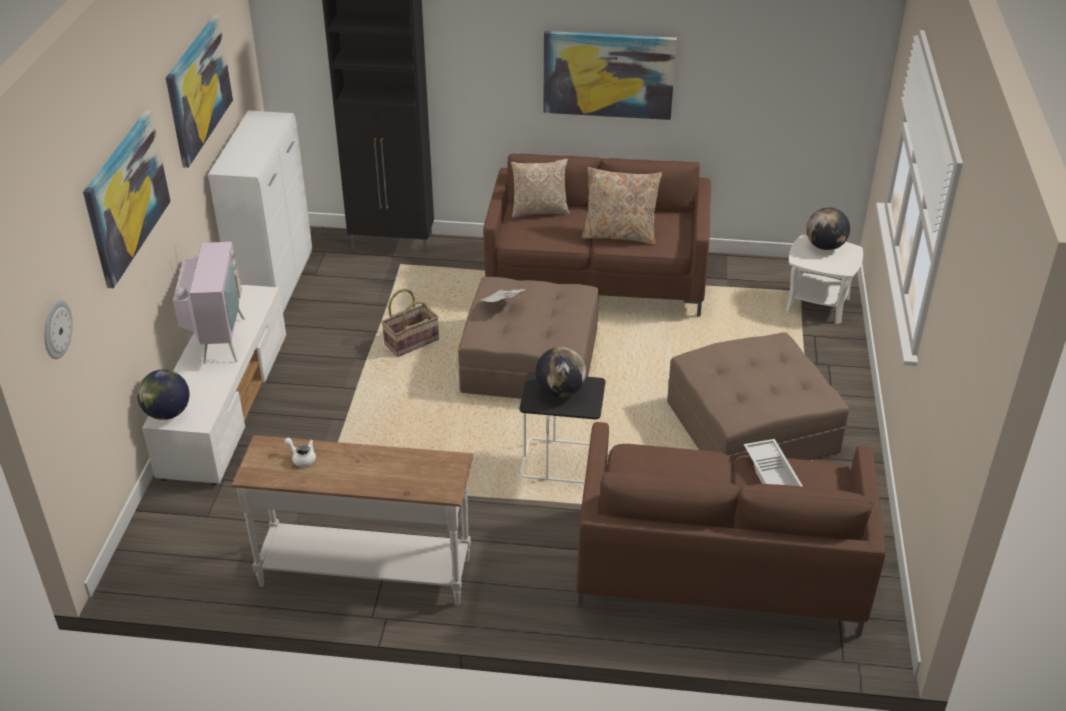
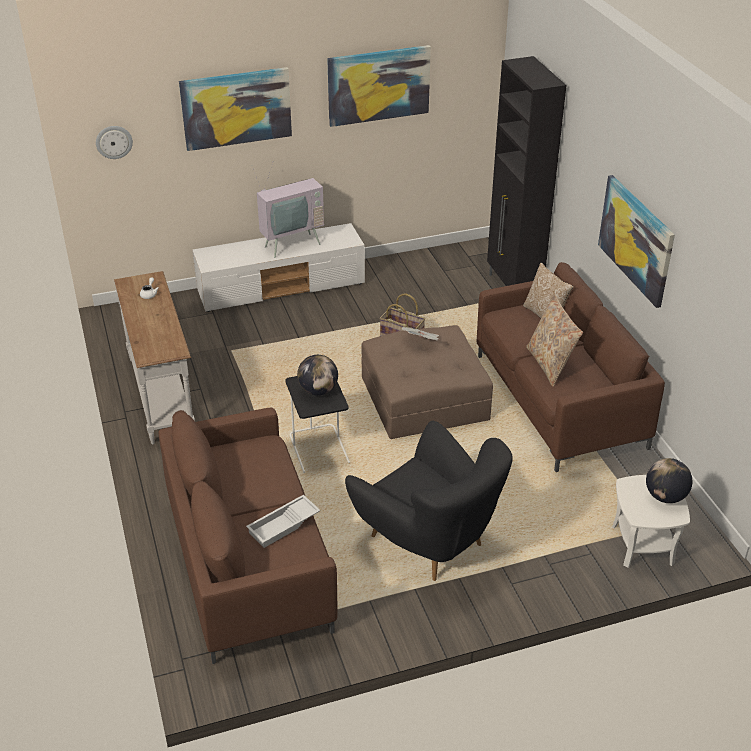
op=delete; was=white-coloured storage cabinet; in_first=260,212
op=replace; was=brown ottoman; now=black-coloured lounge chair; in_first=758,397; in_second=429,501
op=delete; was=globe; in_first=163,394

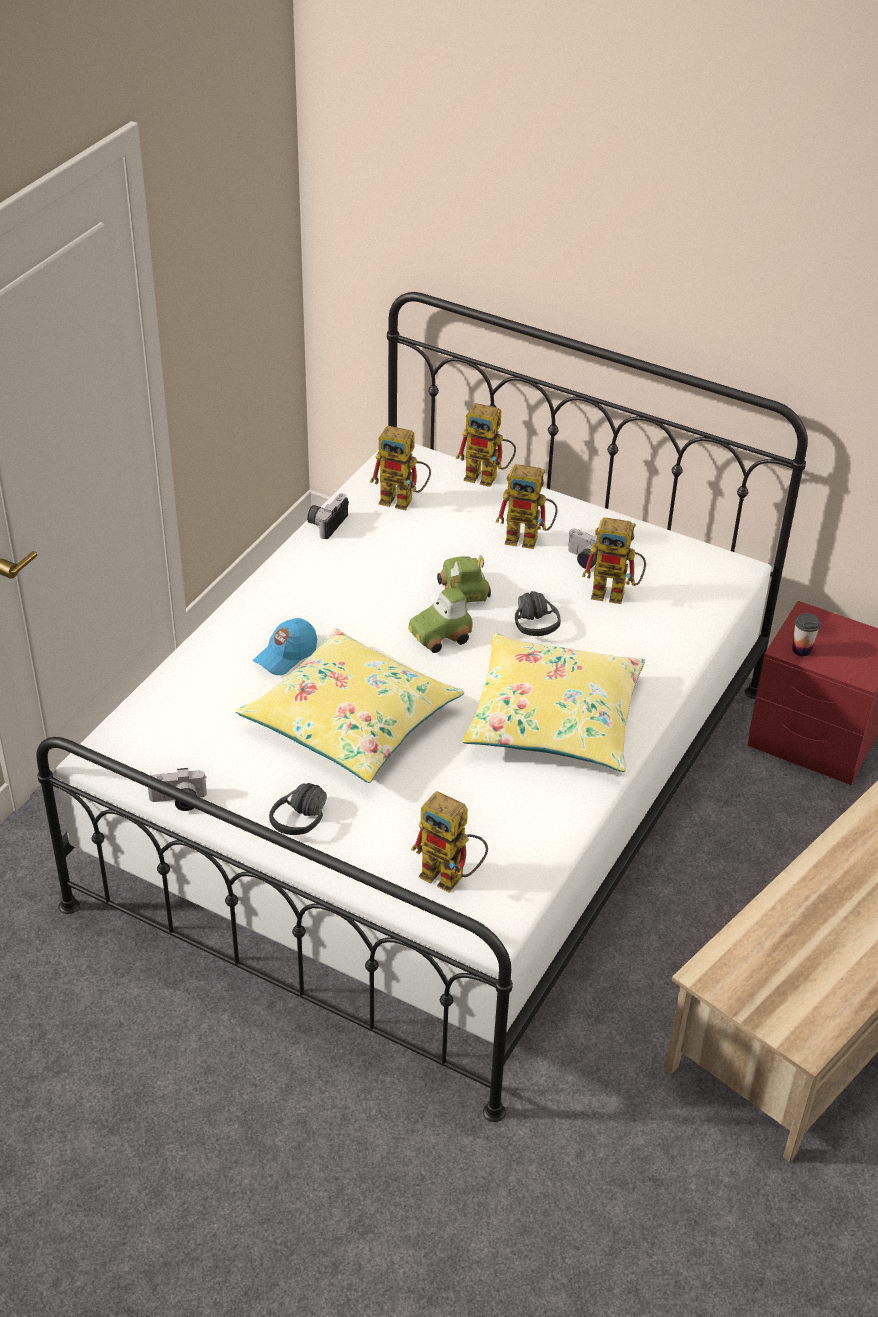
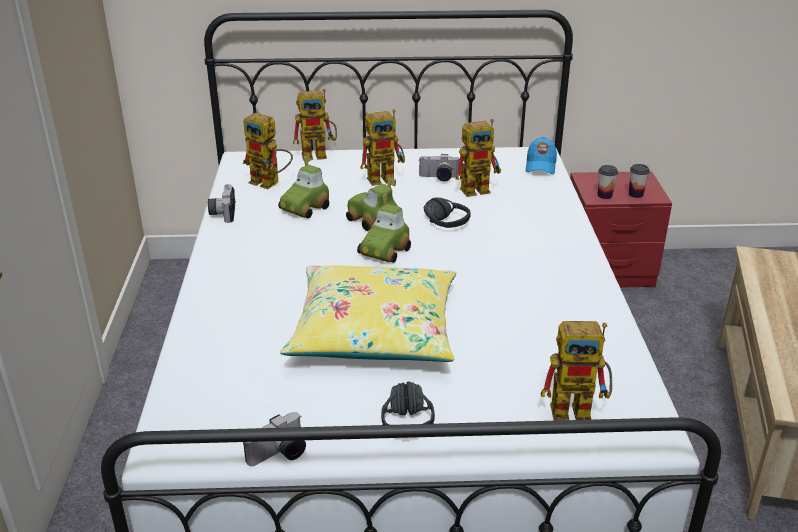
op=rotate; was=toy robot; in_first=400,468; in_second=268,151; clockwise=45
op=move; was=bluish peaked cap; in_first=285,646; in_second=541,155
op=delete; was=yellow-coloured pillow; in_first=553,702
op=insert; now=miniature car; in_second=303,186
op=insert; now=small cup; in_second=639,181

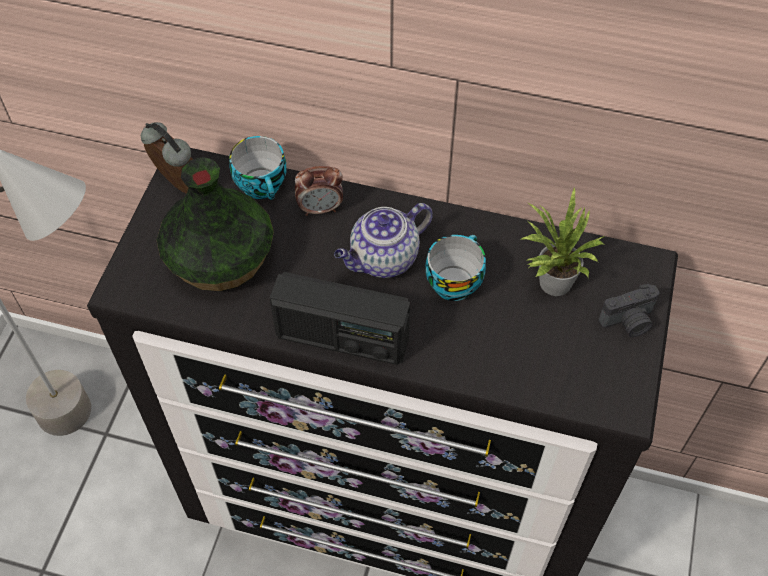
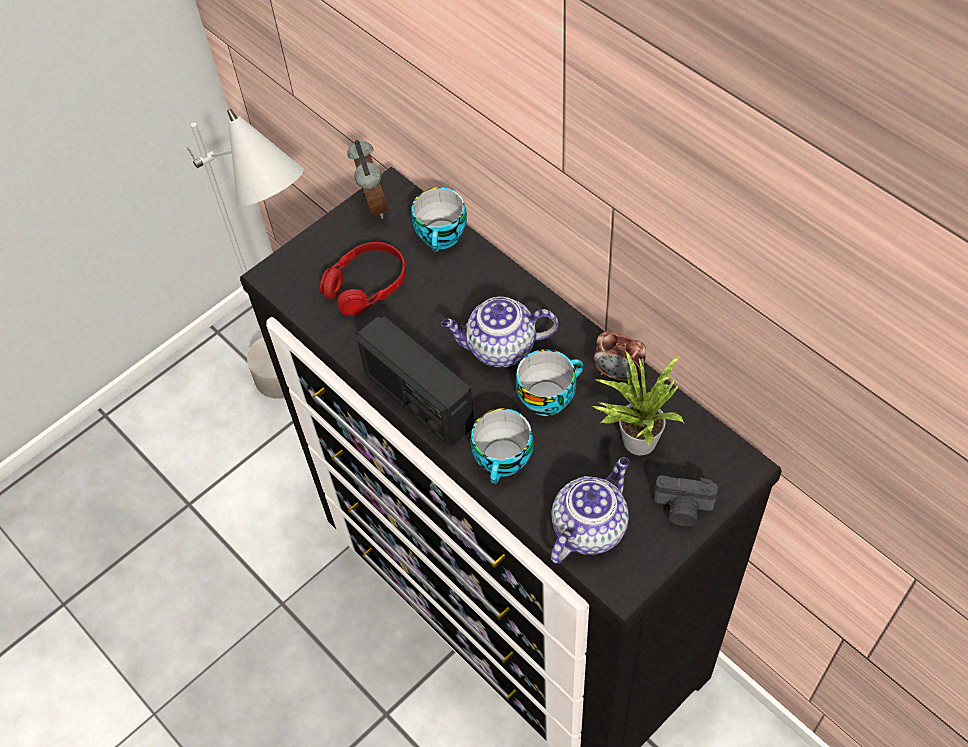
op=replace; was=vase; now=red headset; in_first=215,224; in_second=363,279
op=move; was=bedside clock; in_first=319,191; in_second=619,356
op=insert; now=small cup; in_second=502,446
op=insert; now=teapot; in_second=590,510

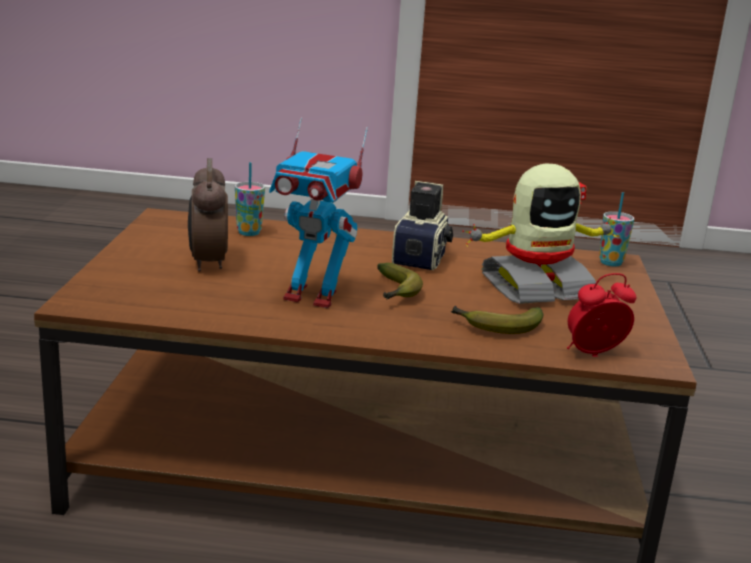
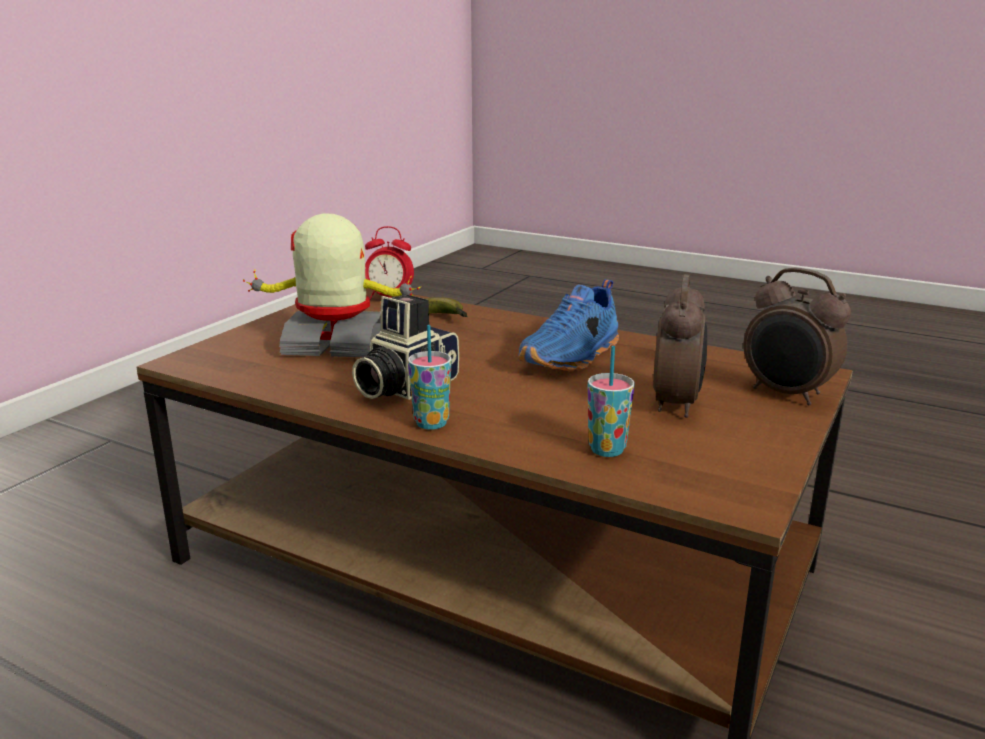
op=replace; was=toy robot; now=bluish low shoe; in_first=318,213; in_second=568,325
op=move; was=small cup; in_first=616,229; in_second=430,377
op=delete; was=banana fruit; in_first=400,281
op=insert; now=bedside clock; in_second=797,336

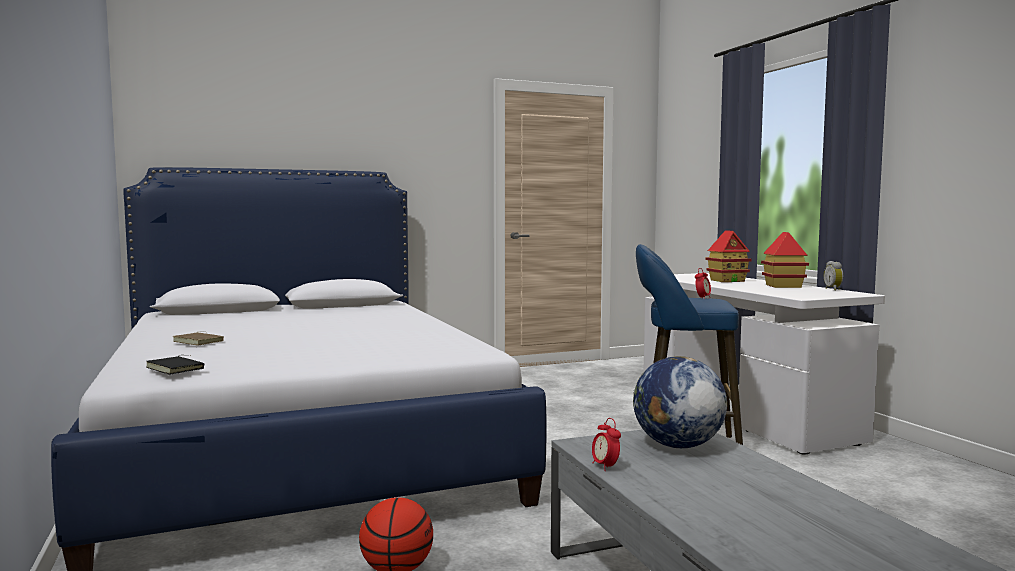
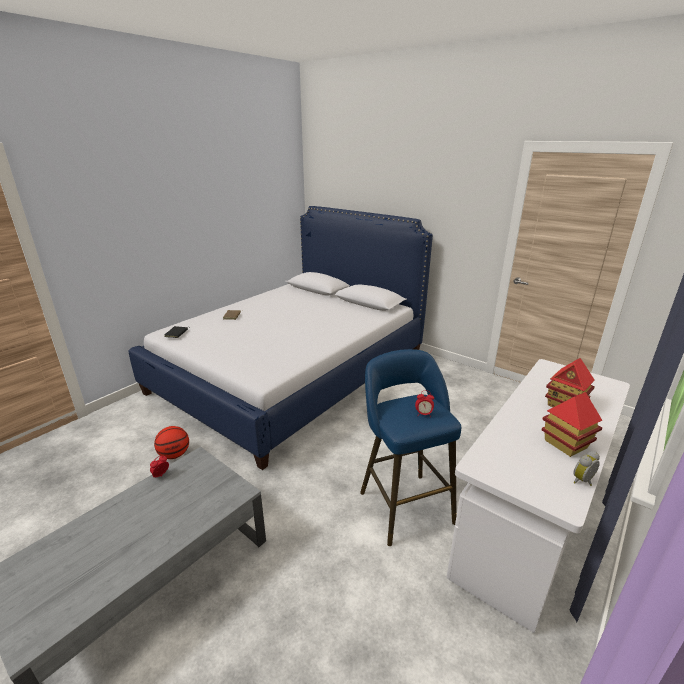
op=delete; was=globe; in_first=680,402

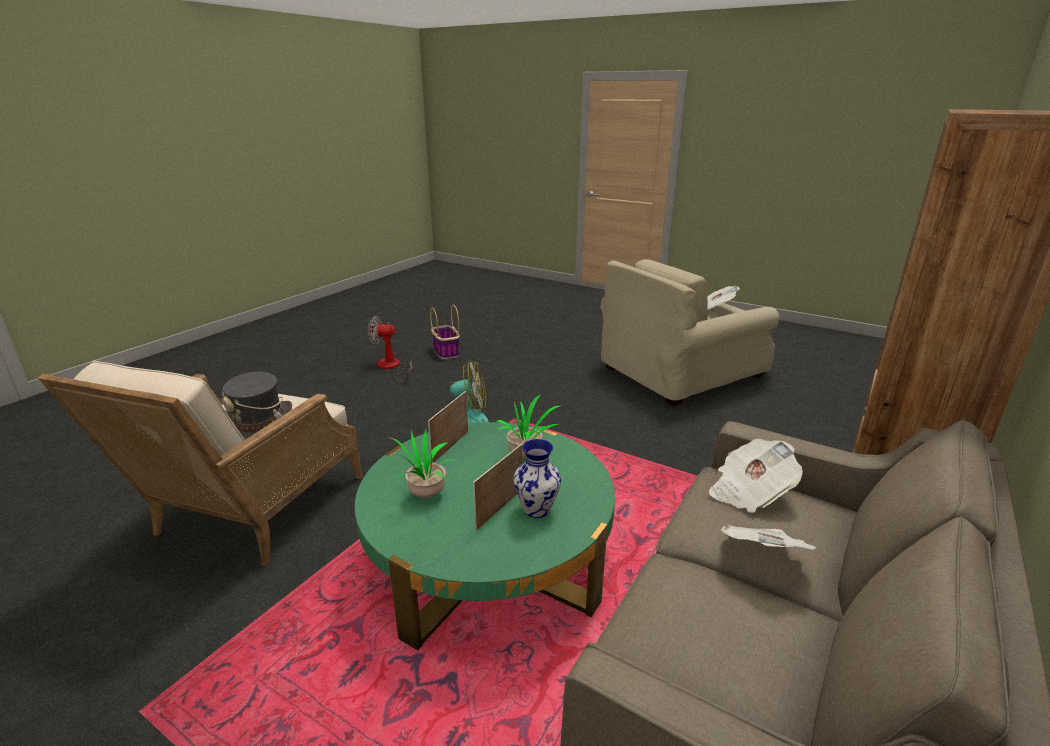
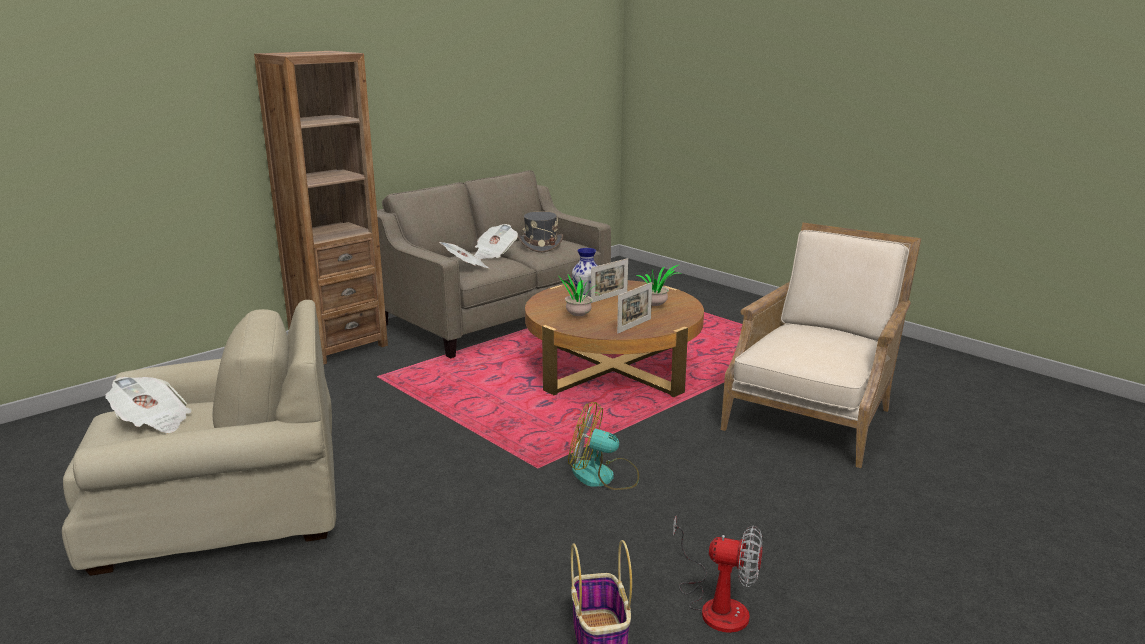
op=move; was=greyish clothing hat; in_first=257,406; in_second=540,231
op=recolor; was=green low table; now=brown low table; in_first=485,536; in_second=614,338

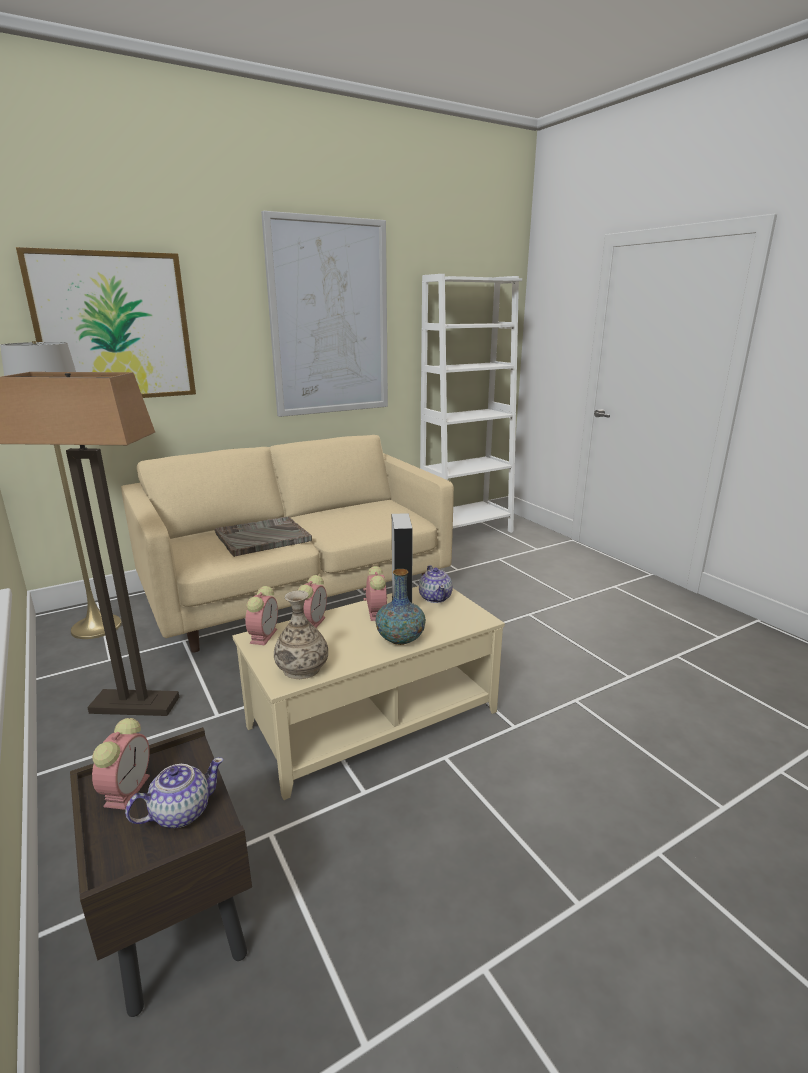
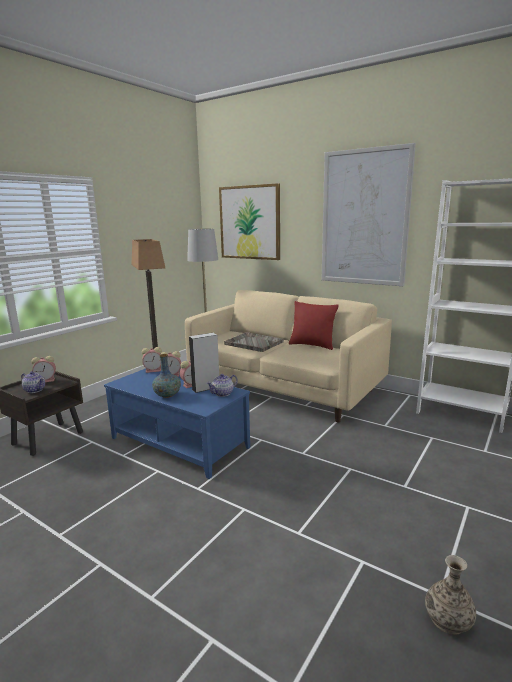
op=recolor; was=beige-coloured low table; now=bluish low table; in_first=369,693; in_second=177,424
op=move; was=vase; in_first=301,634; in_second=450,595
op=insert; now=red pillow; in_second=314,325

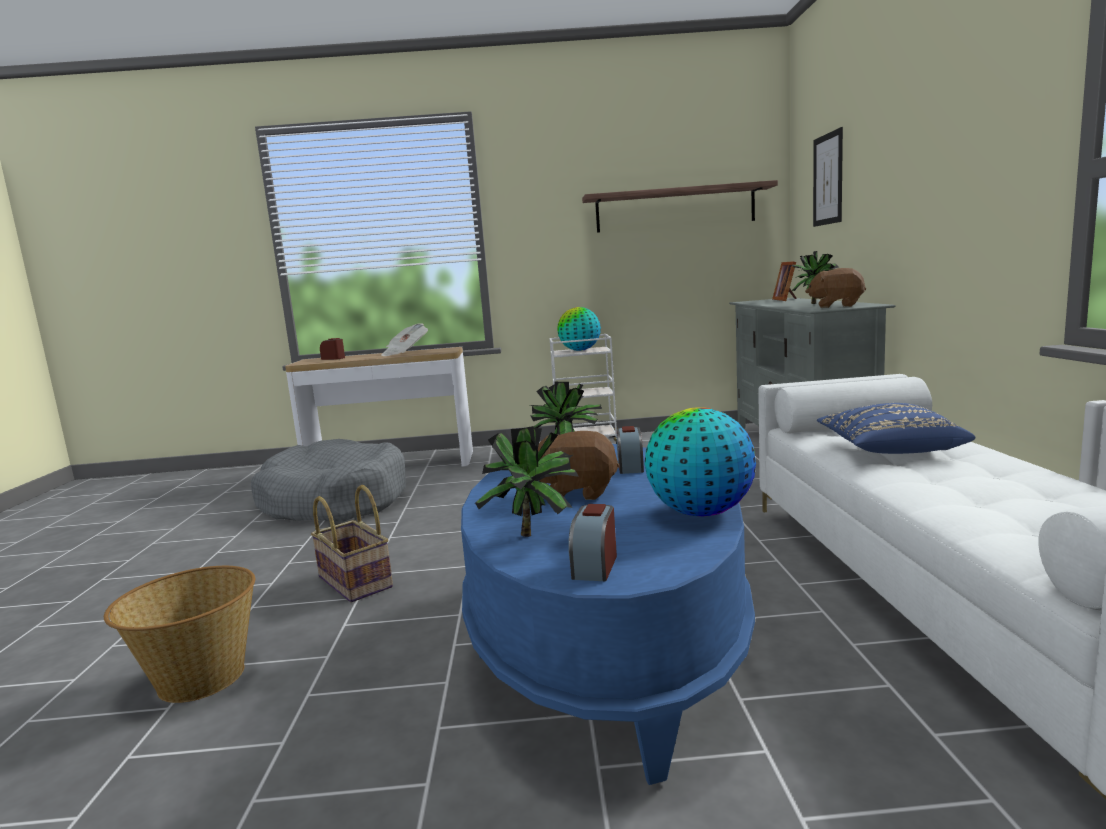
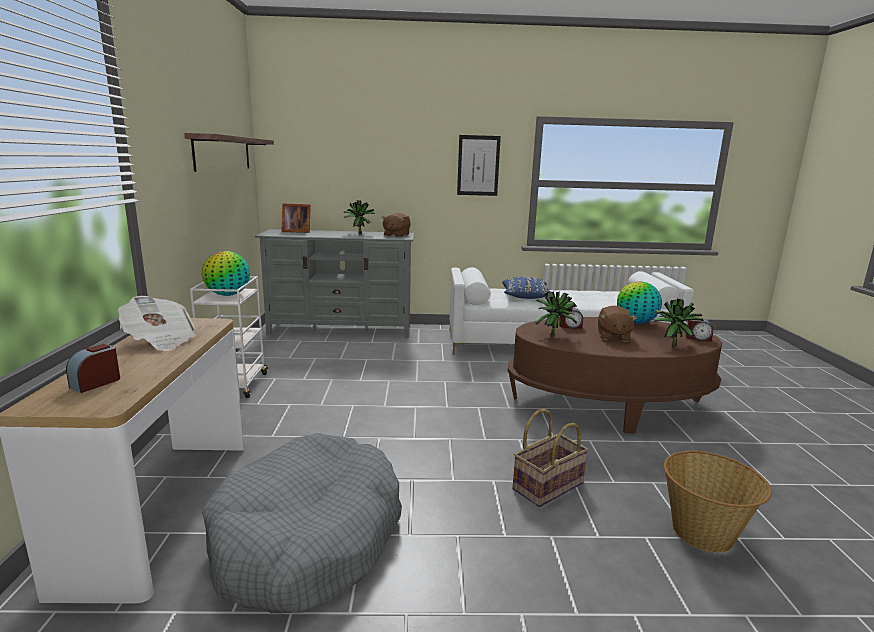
op=move; was=picture; in_first=828,177; in_second=479,165
op=recolor; was=bluish low table; now=brown low table; in_first=608,614; in_second=614,375

